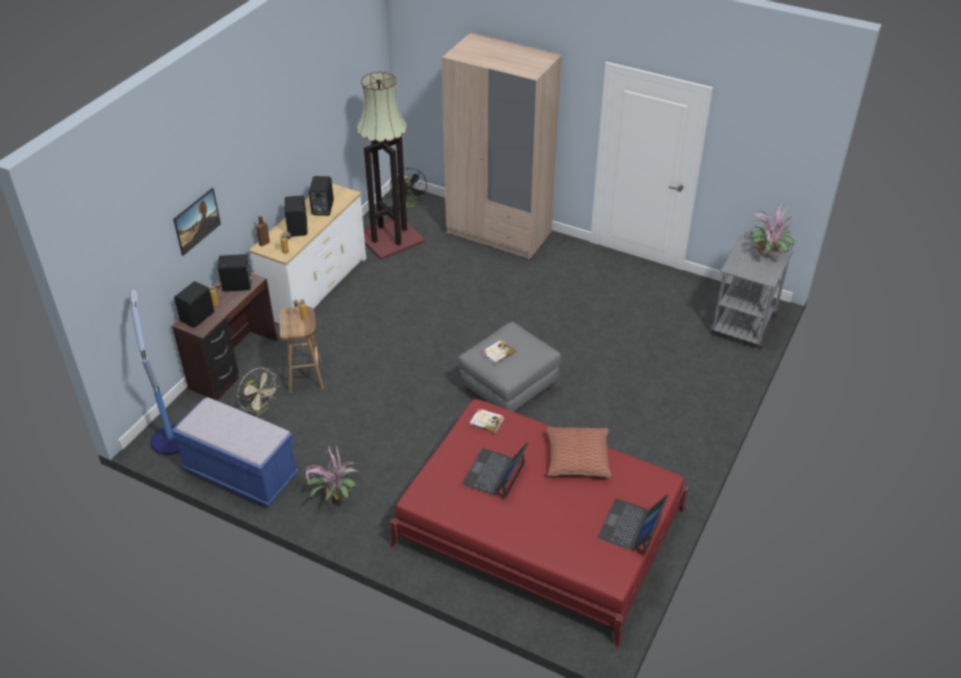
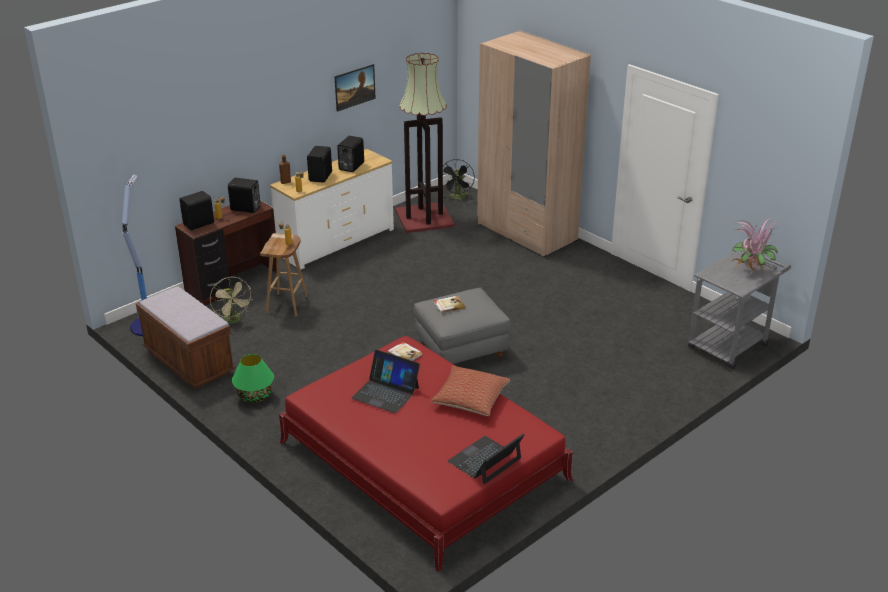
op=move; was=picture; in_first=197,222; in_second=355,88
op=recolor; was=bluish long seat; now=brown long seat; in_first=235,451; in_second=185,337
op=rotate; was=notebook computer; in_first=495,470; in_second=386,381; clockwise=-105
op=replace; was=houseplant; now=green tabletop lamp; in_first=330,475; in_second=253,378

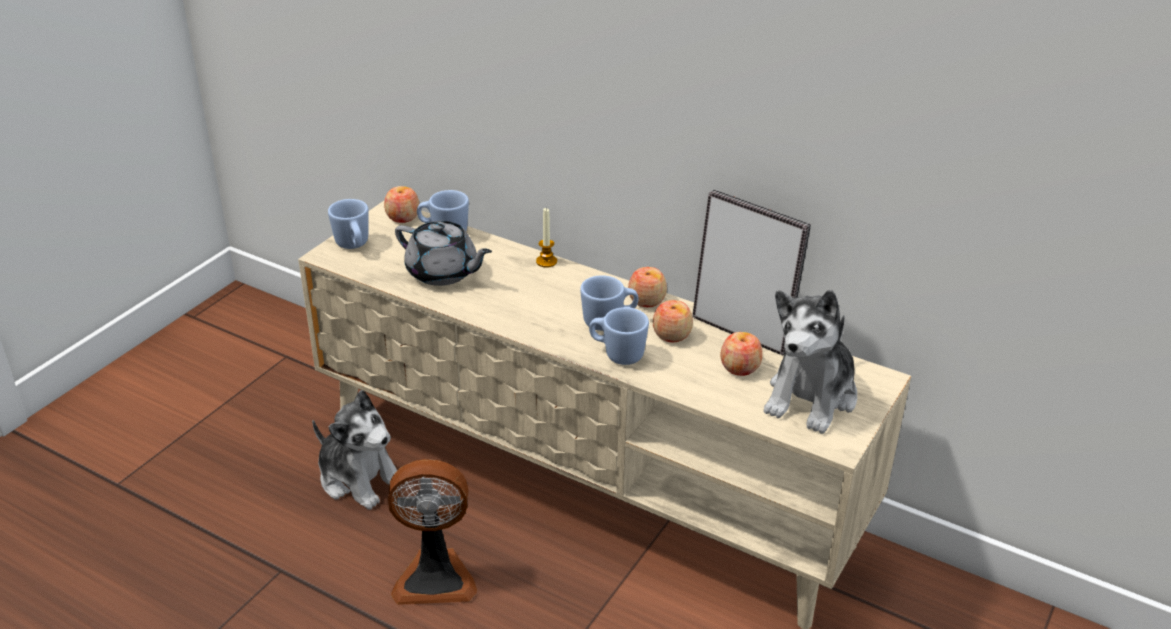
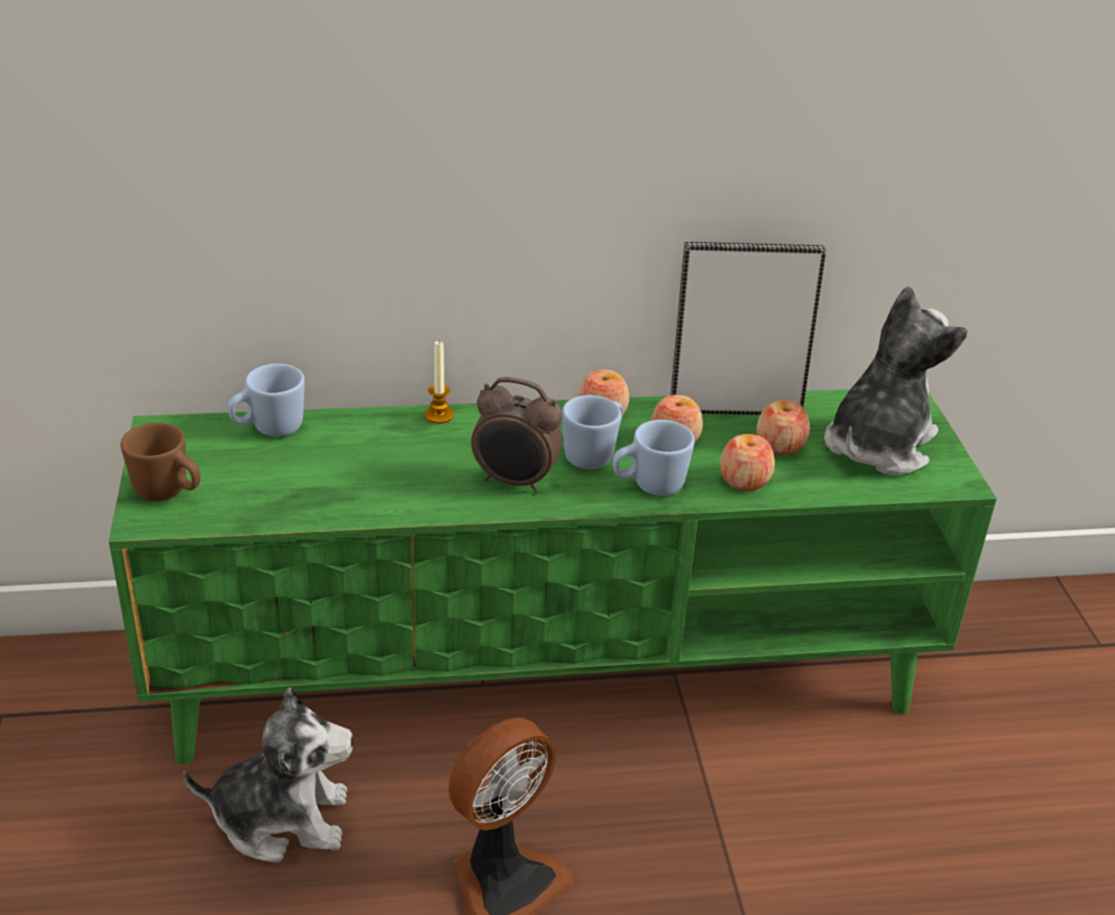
op=move; was=whole apple; in_first=402,204; in_second=747,462
op=recolor; was=bluish tea mug; now=brown tea mug; in_first=348,224; in_second=161,461
op=recolor; was=beige-coloured media console; now=green media console; in_first=604,415; in_second=553,576
op=delete; was=greyish teapot; in_first=443,253
op=rotate; was=plush toy; in_first=810,362; in_second=896,380; clockwise=-135
op=insert; now=bedside clock; in_second=516,435

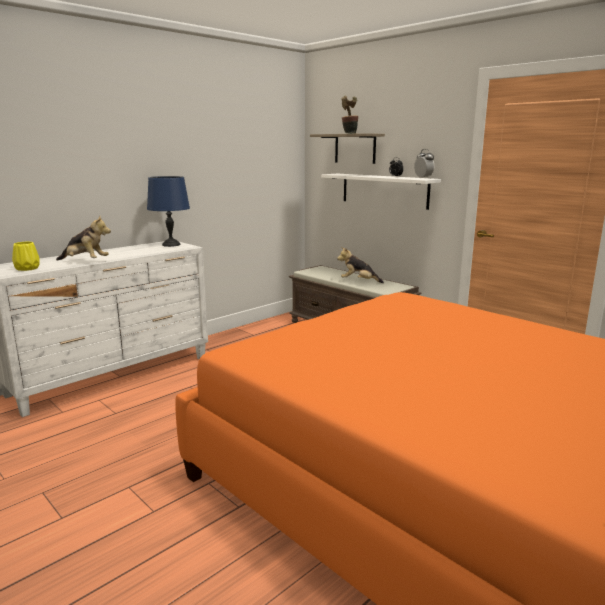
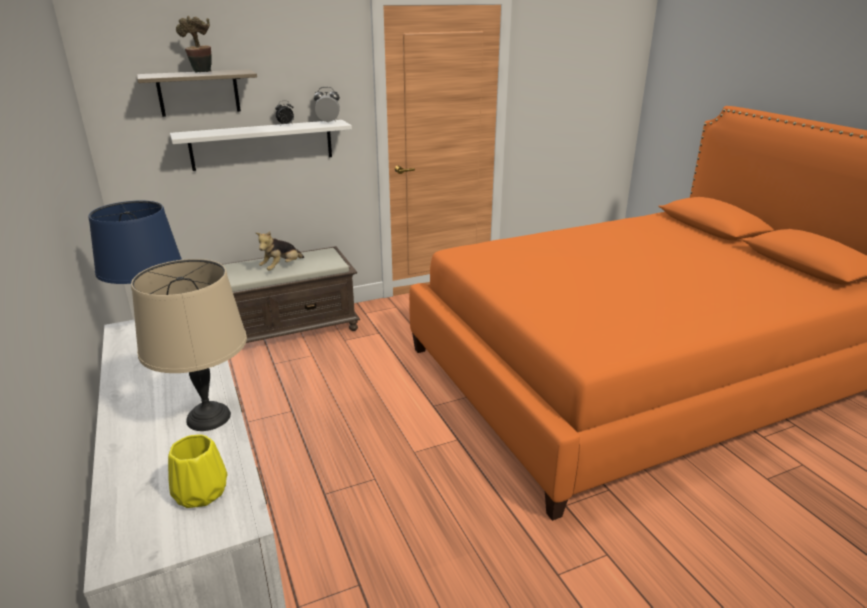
op=replace; was=plush toy; now=beige-coloured tabletop lamp; in_first=83,238; in_second=189,345

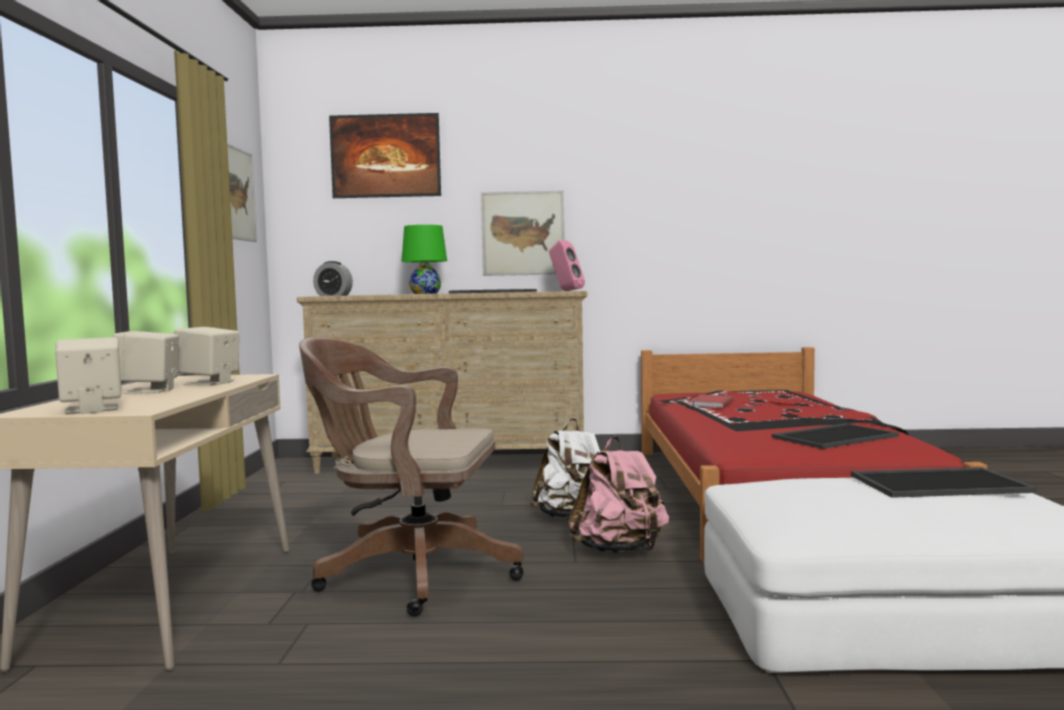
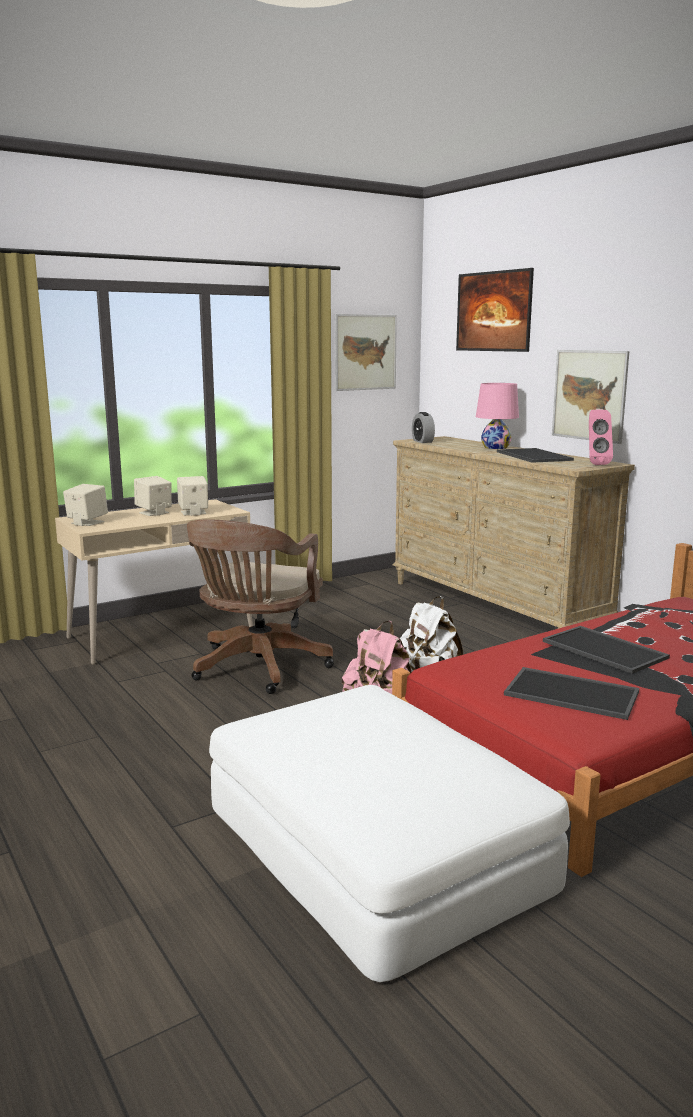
op=recolor; was=green tabletop lamp; now=pink-coloured tabletop lamp; in_first=424,259; in_second=497,416
op=rotate; was=brown computer chair; in_first=411,476; in_second=260,606; clockwise=-135
op=delete; was=red book; in_first=711,401
op=move; was=carrying tray; in_first=943,482; in_second=606,650

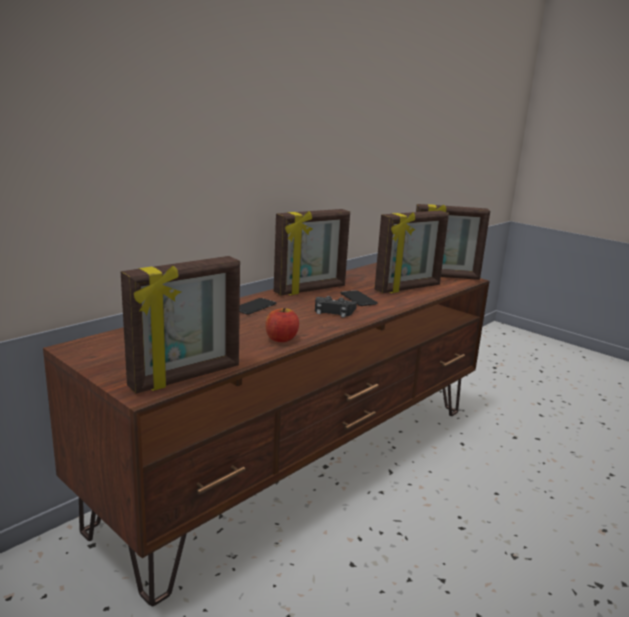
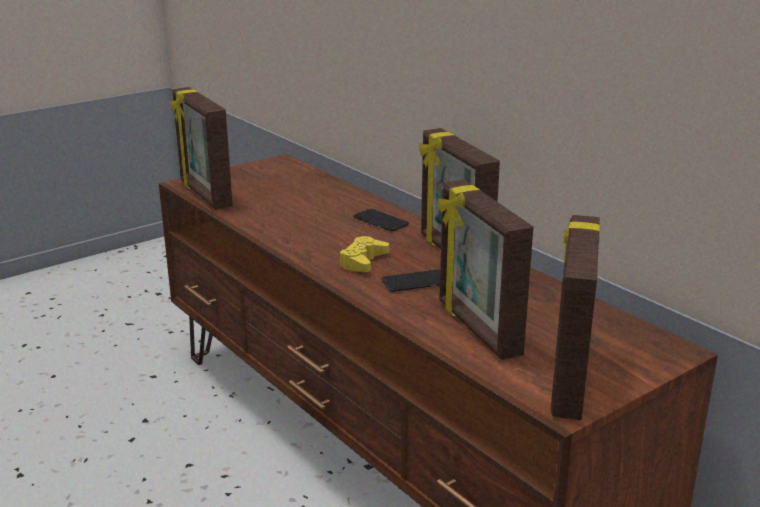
op=recolor; was=black-coloured joypad; now=yellow-coloured joypad; in_first=336,307; in_second=364,254
op=delete; was=whole apple; in_first=282,325

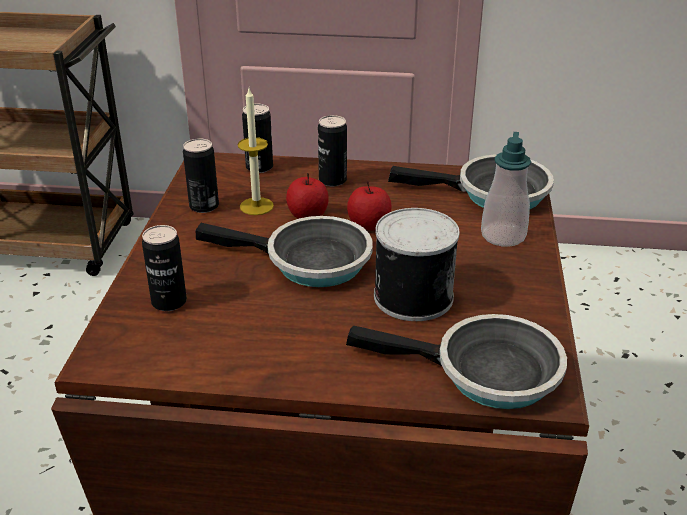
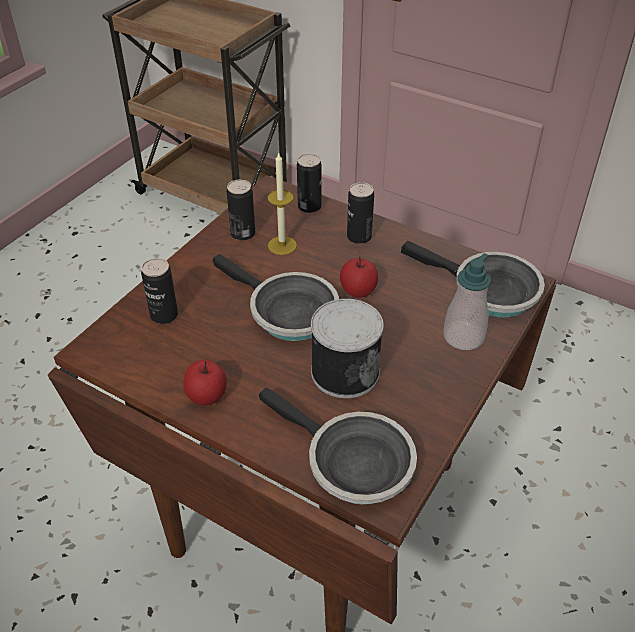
op=move; was=whole apple; in_first=307,196; in_second=205,383

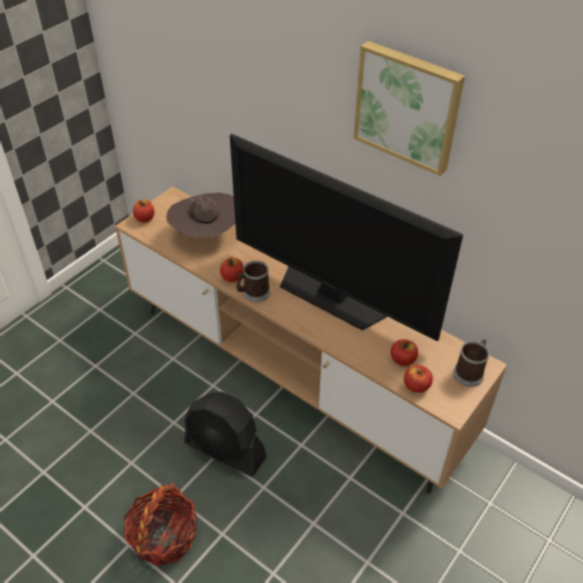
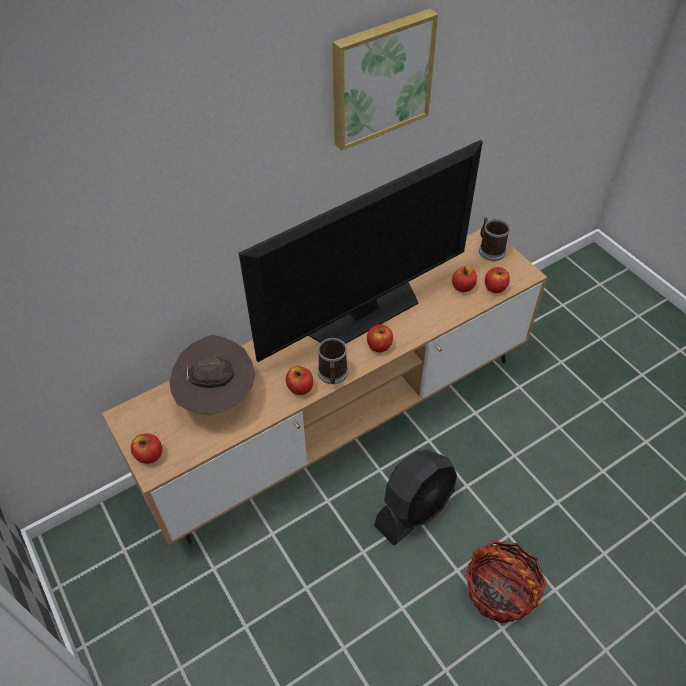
op=insert; now=whole apple; in_second=380,338

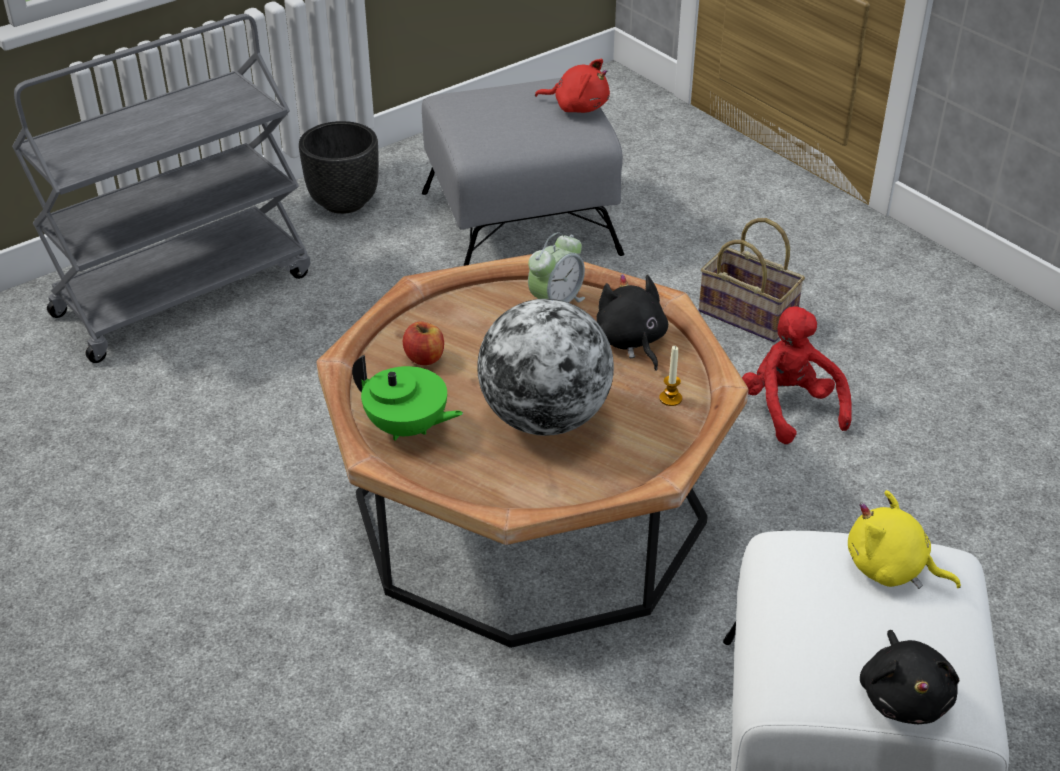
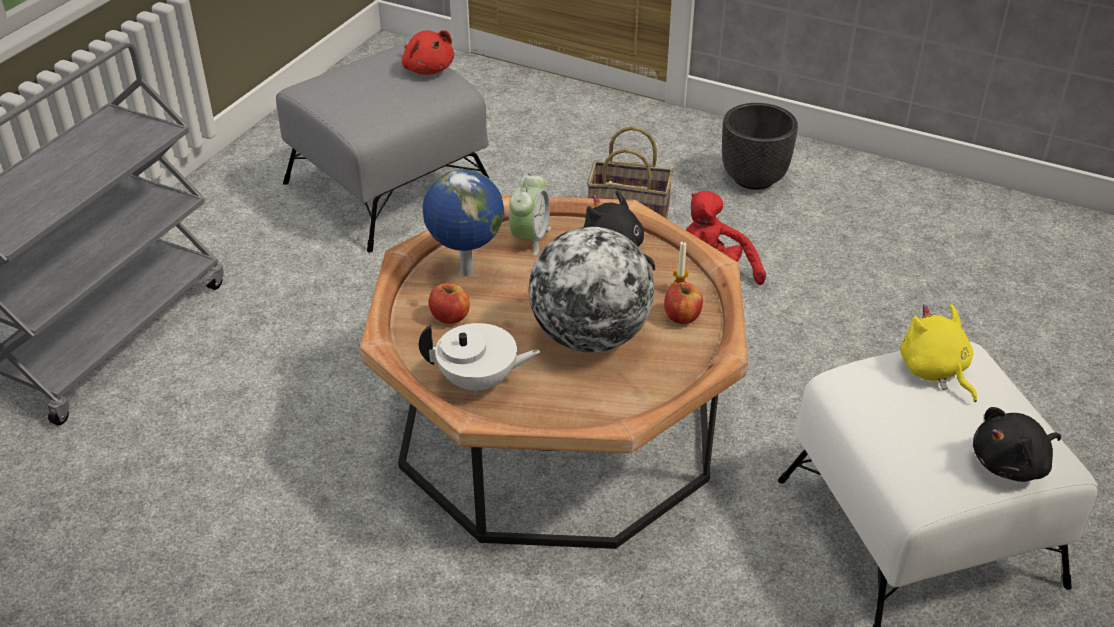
op=rotate; was=red plush toy; in_first=572,86; in_second=428,52; clockwise=60
op=move; was=black-coloured planter; in_first=339,167; in_second=760,146
op=recolor; was=green teapot; now=white-coloured teapot; in_first=407,397; in_second=479,359
op=rotate; was=yellow-coloured plush toy; in_first=904,539; in_second=938,353; clockwise=60
op=rotate; was=black-coloured plush toy; in_first=909,677; in_second=1017,444; clockwise=90
op=insert; now=globe; in_second=463,222
op=insert; now=whole apple; in_second=683,303

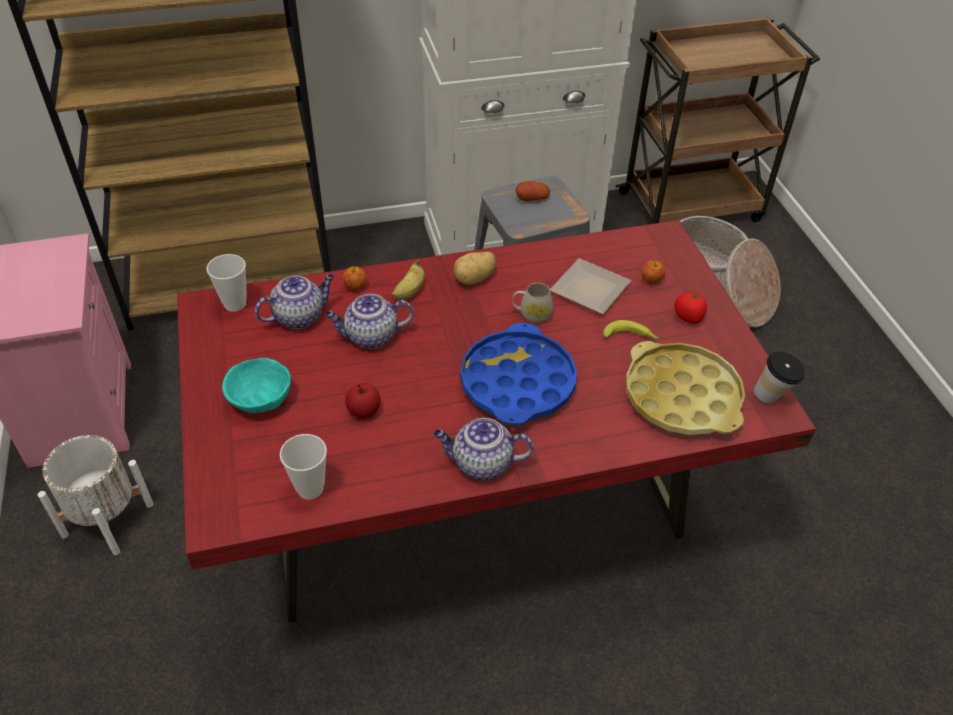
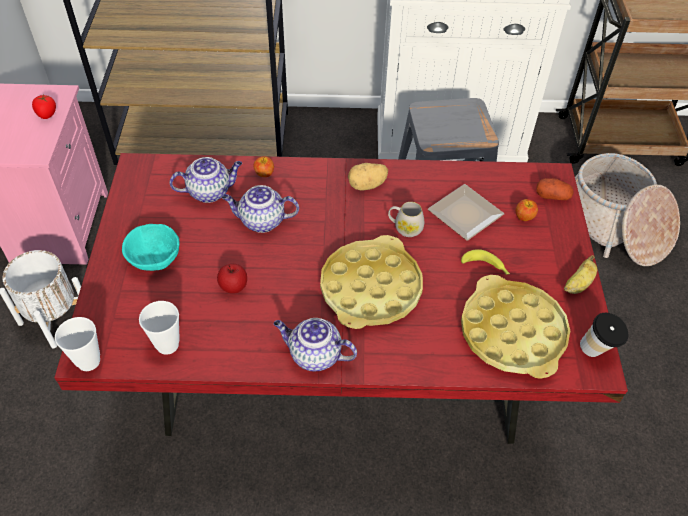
op=move; was=spud; in_first=533,191; in_second=555,189
op=move; was=small cup; in_first=227,283; in_second=77,344
op=move; was=banana fruit; in_first=408,280; in_second=580,274
op=move; was=whole tomato; in_first=690,307; in_second=44,106
op=recolor; was=bluish carrying tray; now=yellow-coloured carrying tray; in_first=518,374; in_second=371,282

